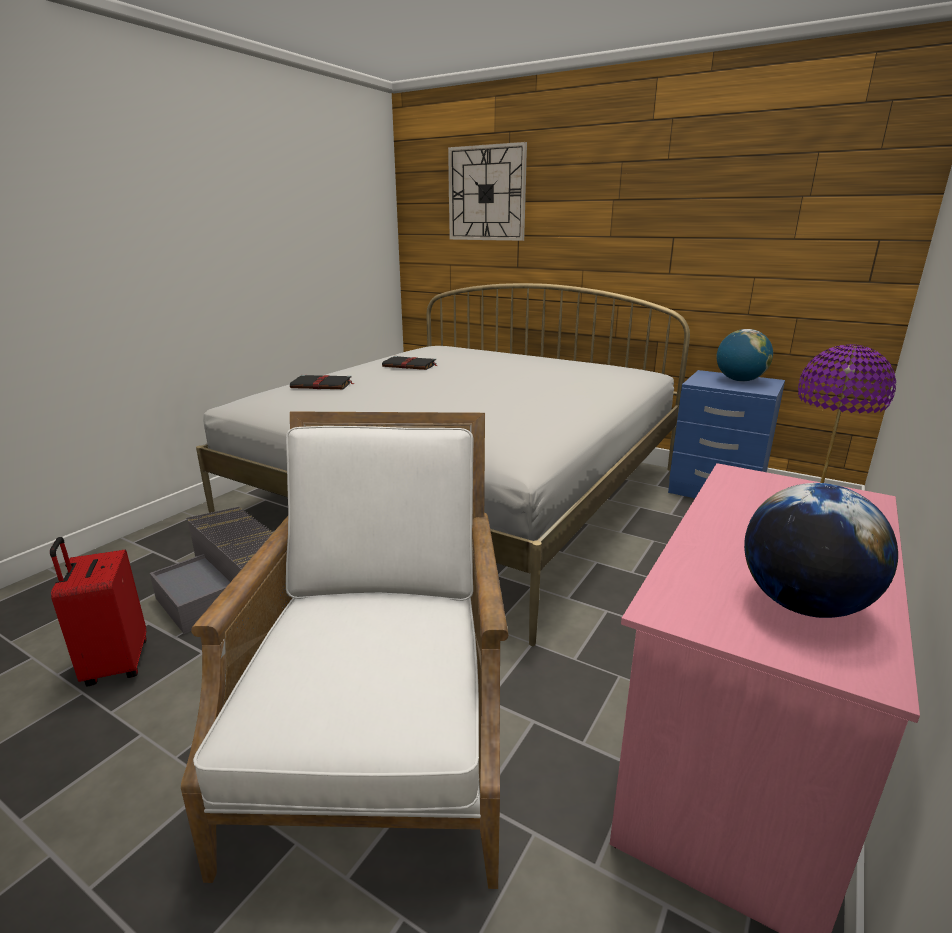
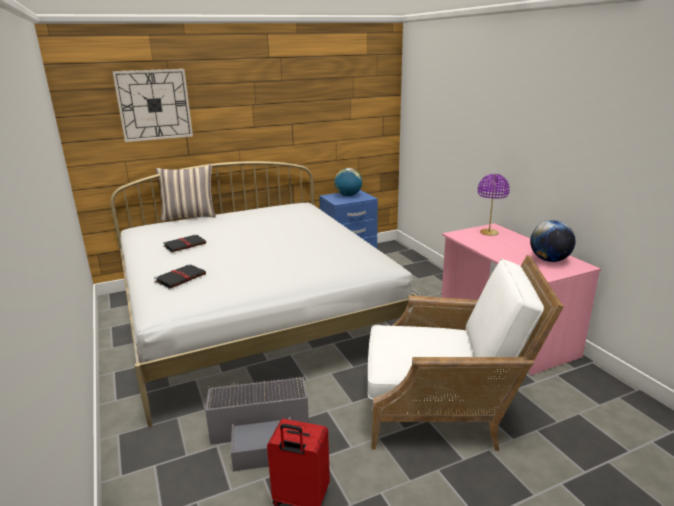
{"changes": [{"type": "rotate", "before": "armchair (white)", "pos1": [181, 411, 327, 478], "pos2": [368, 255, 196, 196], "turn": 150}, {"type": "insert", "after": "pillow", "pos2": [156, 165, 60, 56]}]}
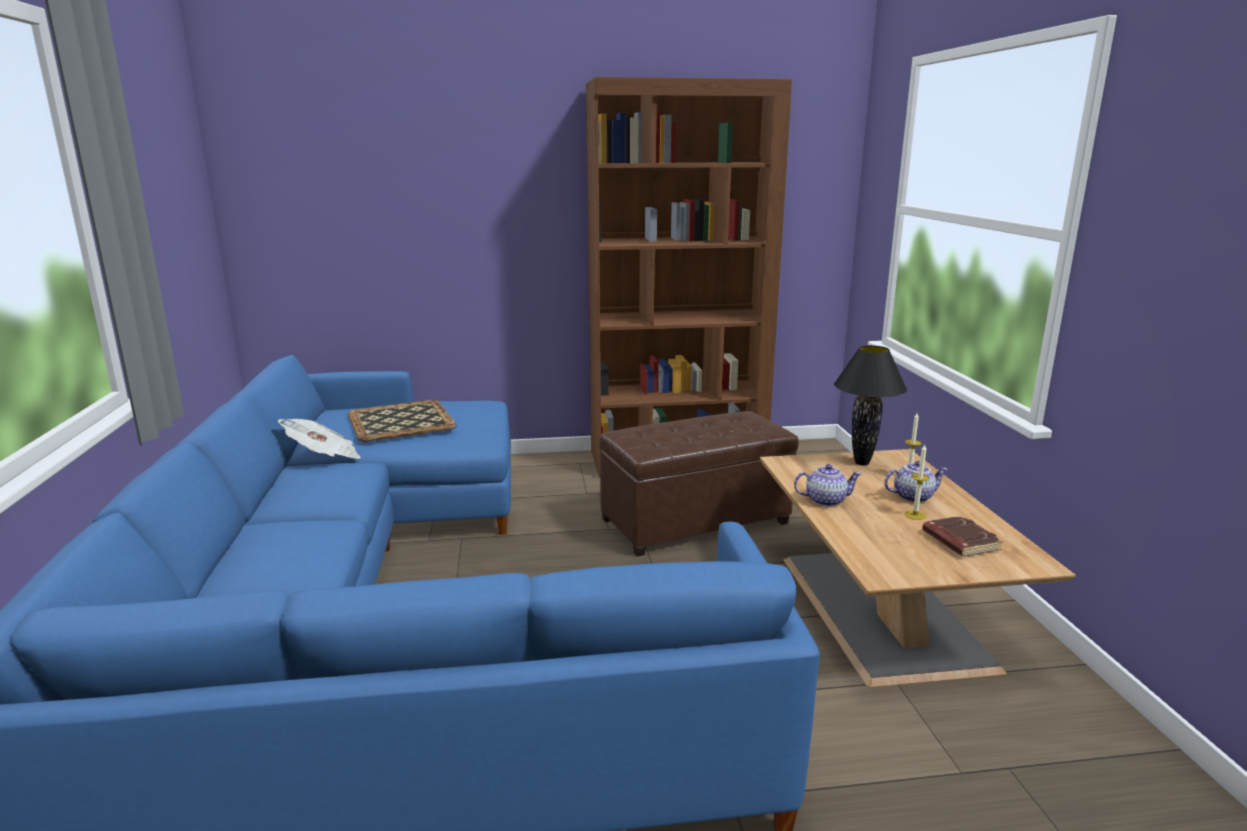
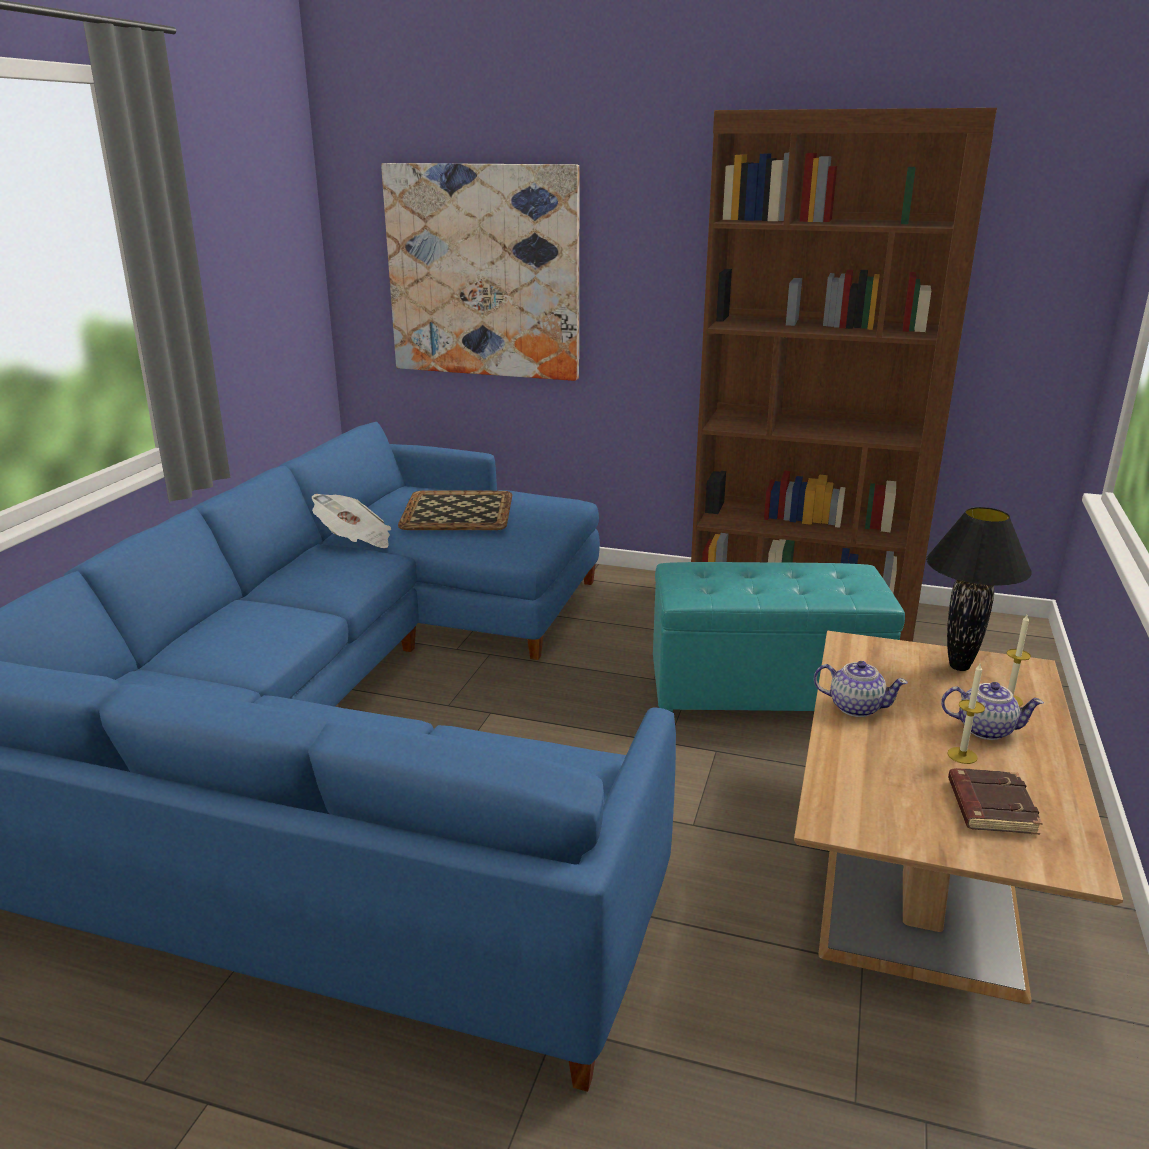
{"changes": [{"type": "recolor", "before": "ottoman (brown)", "after": "ottoman (turquoise)", "pos1": [599, 411, 200, 146], "pos2": [653, 562, 252, 150]}, {"type": "insert", "after": "picture", "pos2": [381, 163, 198, 218]}]}
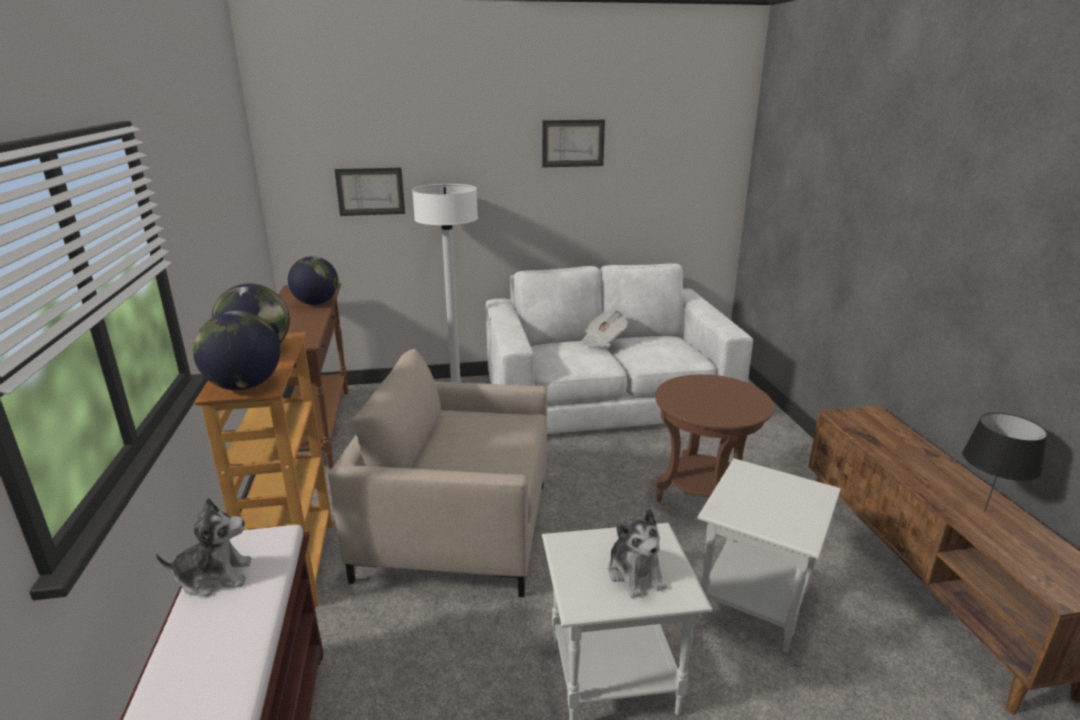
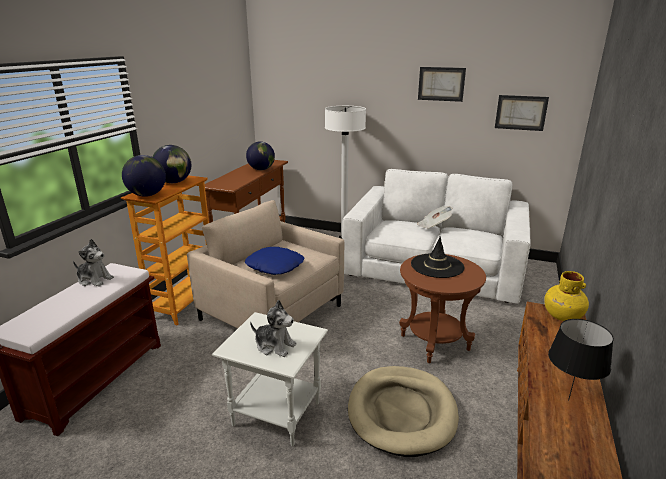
{"changes": [{"type": "move", "before": "picture", "pos1": [334, 168, 71, 48], "pos2": [495, 95, 54, 36]}, {"type": "rotate", "before": "plush toy", "pos1": [608, 508, 58, 90], "pos2": [250, 300, 47, 57], "turn": -75}, {"type": "replace", "before": "side table (white)", "after": "dog bed (beige)", "pos1": [697, 458, 144, 195], "pos2": [348, 366, 111, 91]}, {"type": "insert", "after": "pillow (blue)", "pos2": [245, 247, 59, 28]}, {"type": "insert", "after": "hat (black)", "pos2": [411, 236, 53, 42]}, {"type": "insert", "after": "vase (yellow)", "pos2": [544, 271, 45, 50]}]}
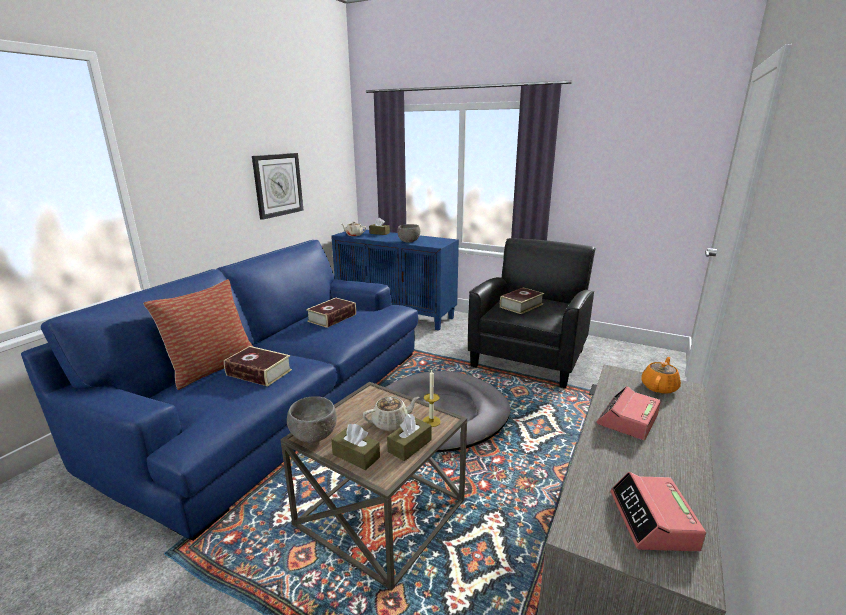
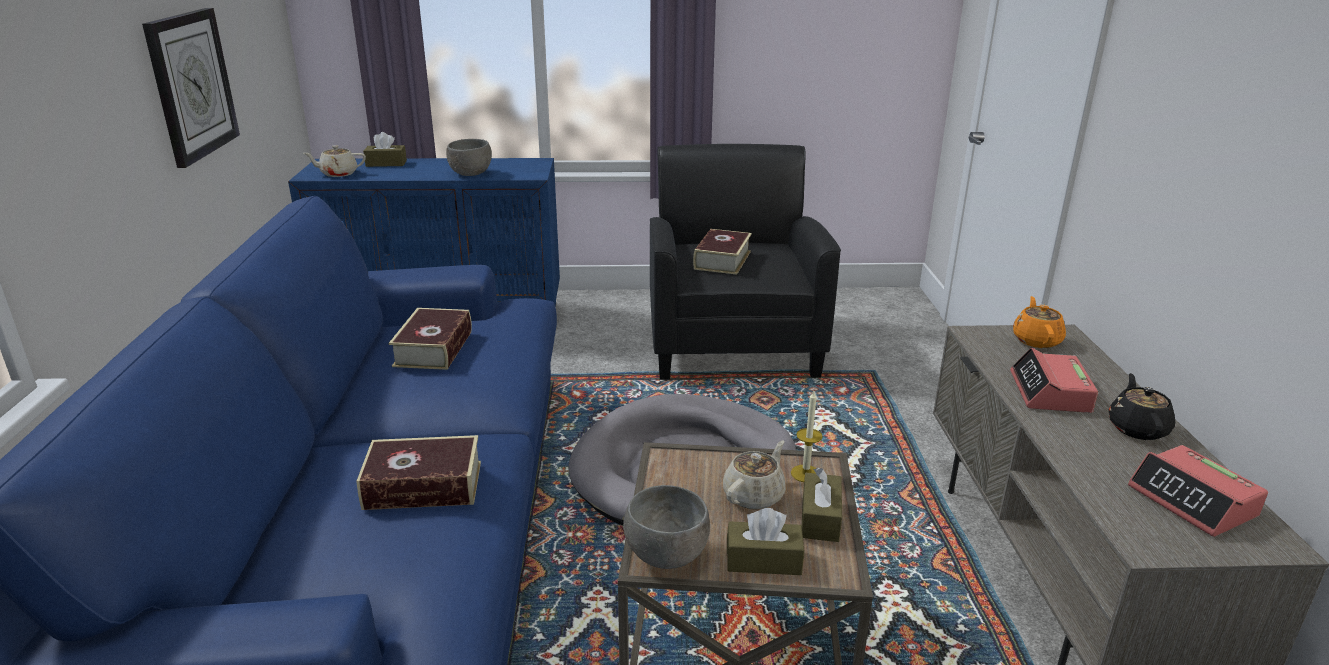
{"changes": [{"type": "delete", "before": "pillow", "pos1": [143, 279, 110, 111]}, {"type": "insert", "after": "teapot (black)", "pos2": [1109, 373, 66, 67]}]}
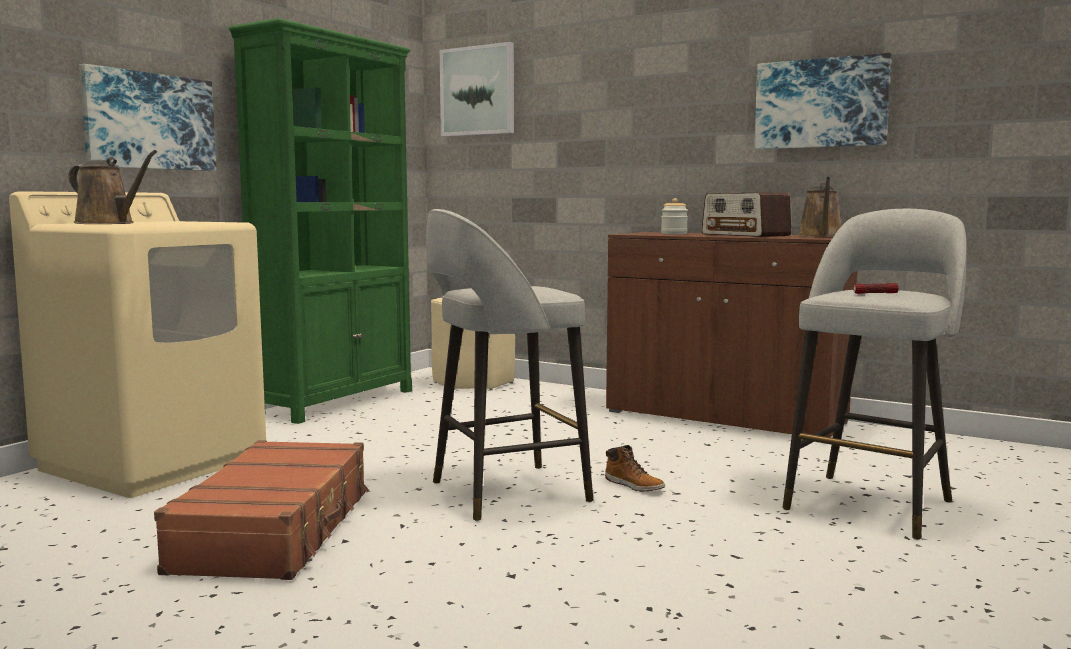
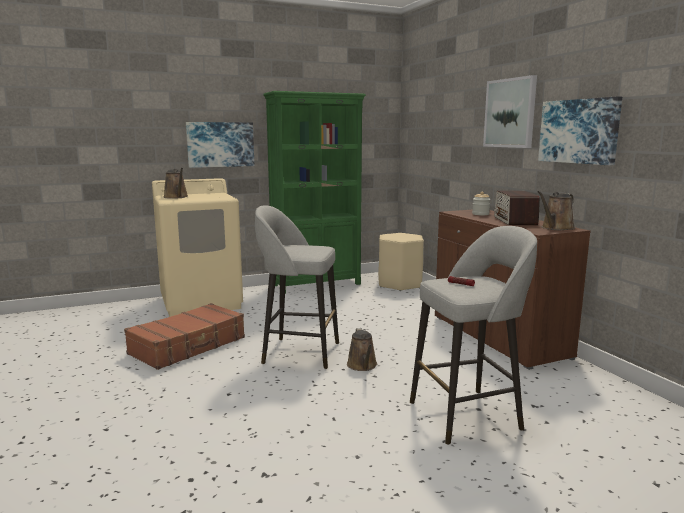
{"changes": [{"type": "move", "before": "picture", "pos1": [440, 42, 74, 95], "pos2": [483, 75, 54, 73]}, {"type": "replace", "before": "boot", "after": "watering can (brown)", "pos1": [605, 445, 60, 47], "pos2": [347, 328, 30, 43]}]}
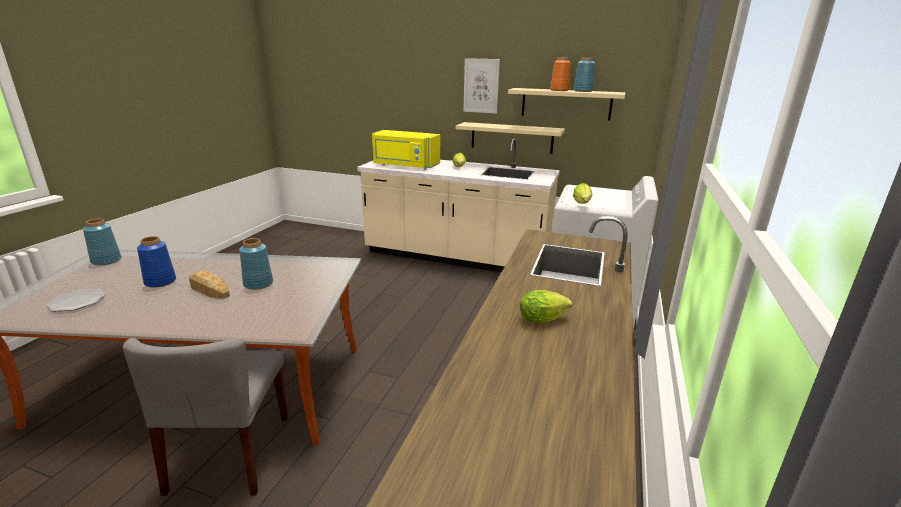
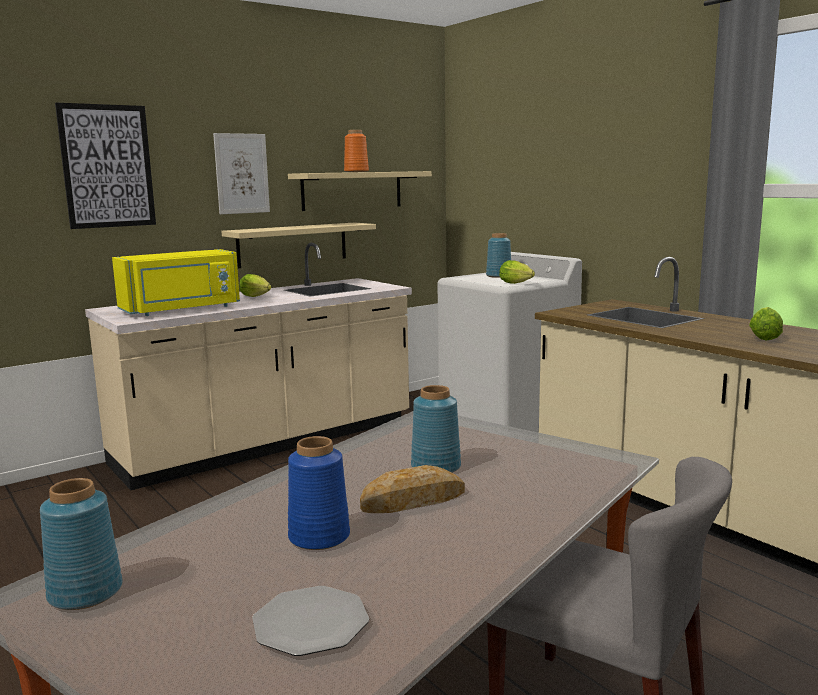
{"changes": [{"type": "move", "before": "vase (blue)", "pos1": [574, 58, 21, 34], "pos2": [486, 233, 25, 45]}, {"type": "insert", "after": "picture", "pos2": [55, 103, 101, 126]}]}
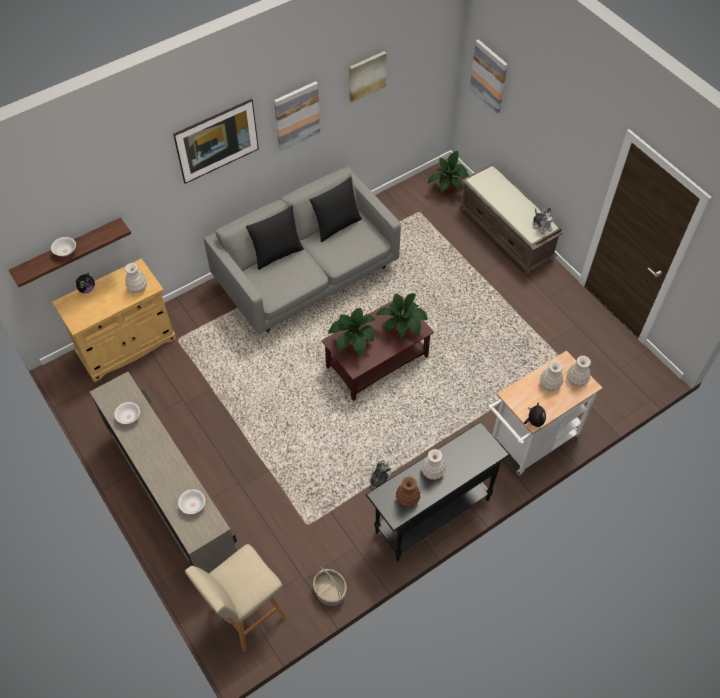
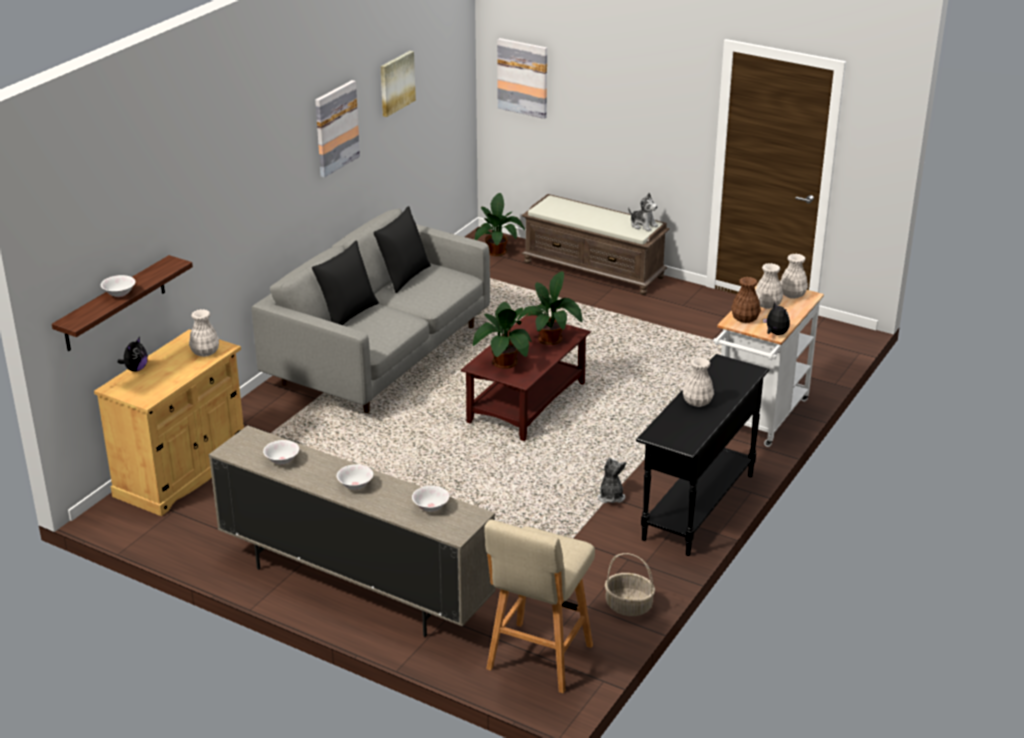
{"changes": [{"type": "delete", "before": "picture", "pos1": [173, 99, 86, 85]}, {"type": "move", "before": "vase (brown)", "pos1": [396, 476, 24, 31], "pos2": [731, 277, 30, 46]}, {"type": "insert", "after": "bowl (white)", "pos2": [337, 464, 36, 26]}]}
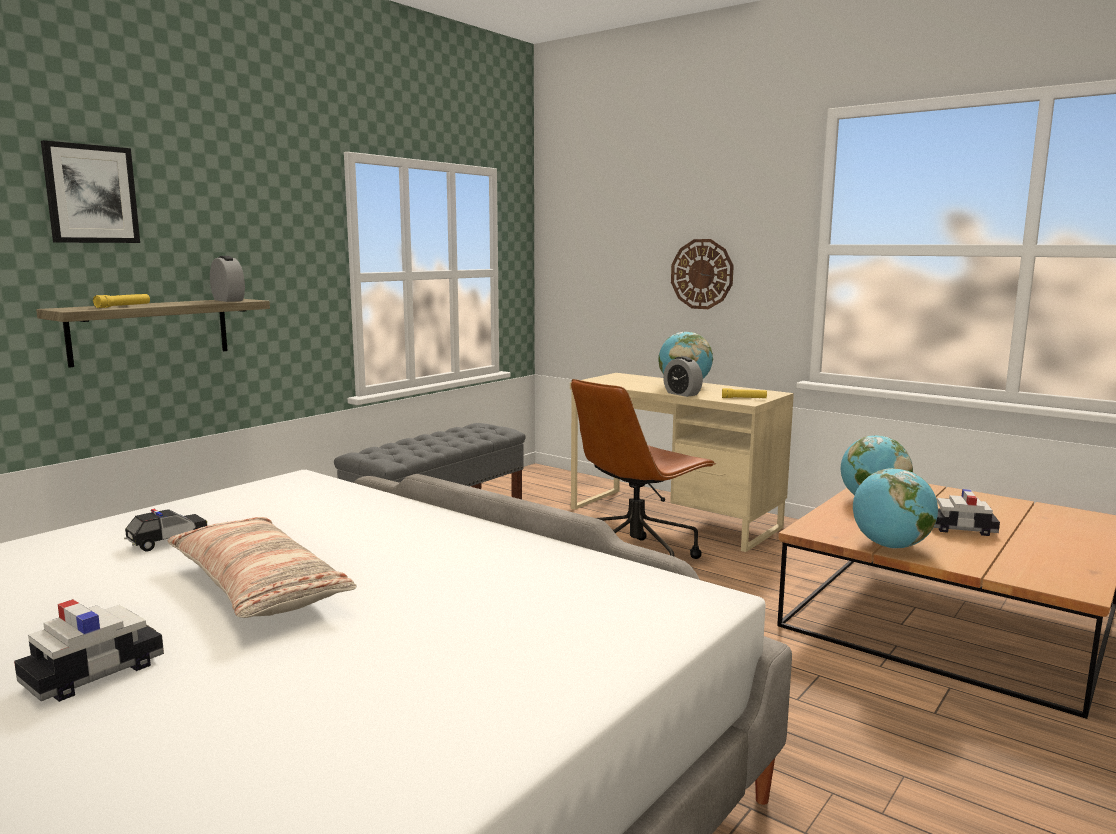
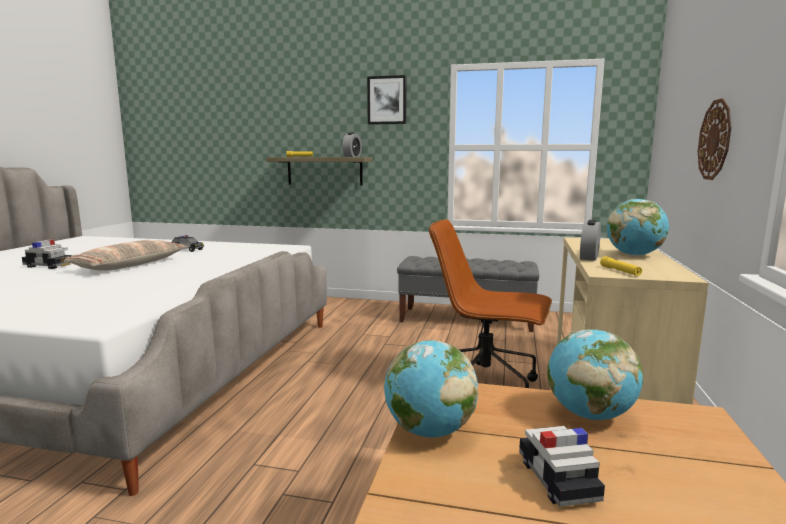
{"changes": [{"type": "move", "before": "picture", "pos1": [41, 140, 99, 103], "pos2": [367, 75, 40, 50]}]}
